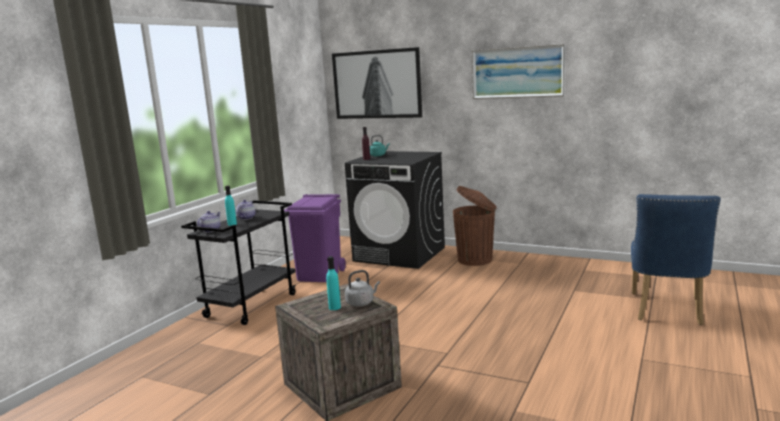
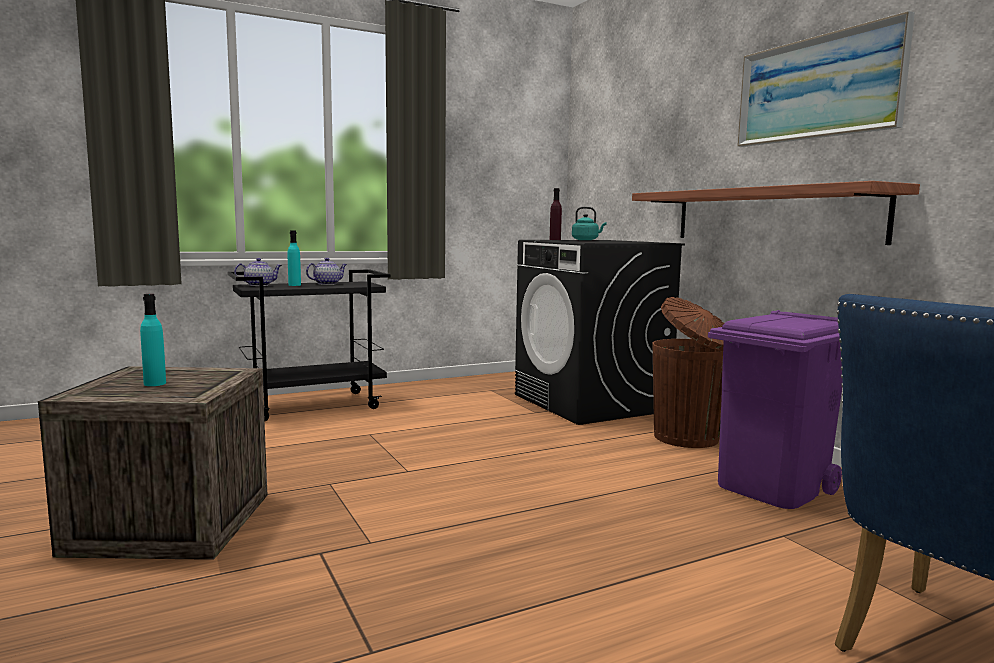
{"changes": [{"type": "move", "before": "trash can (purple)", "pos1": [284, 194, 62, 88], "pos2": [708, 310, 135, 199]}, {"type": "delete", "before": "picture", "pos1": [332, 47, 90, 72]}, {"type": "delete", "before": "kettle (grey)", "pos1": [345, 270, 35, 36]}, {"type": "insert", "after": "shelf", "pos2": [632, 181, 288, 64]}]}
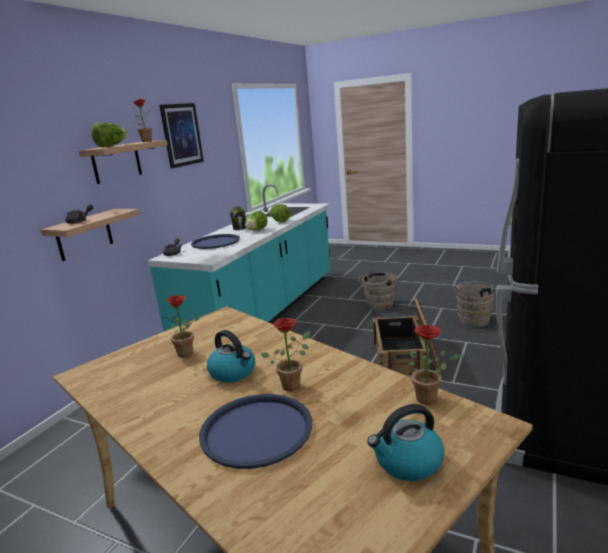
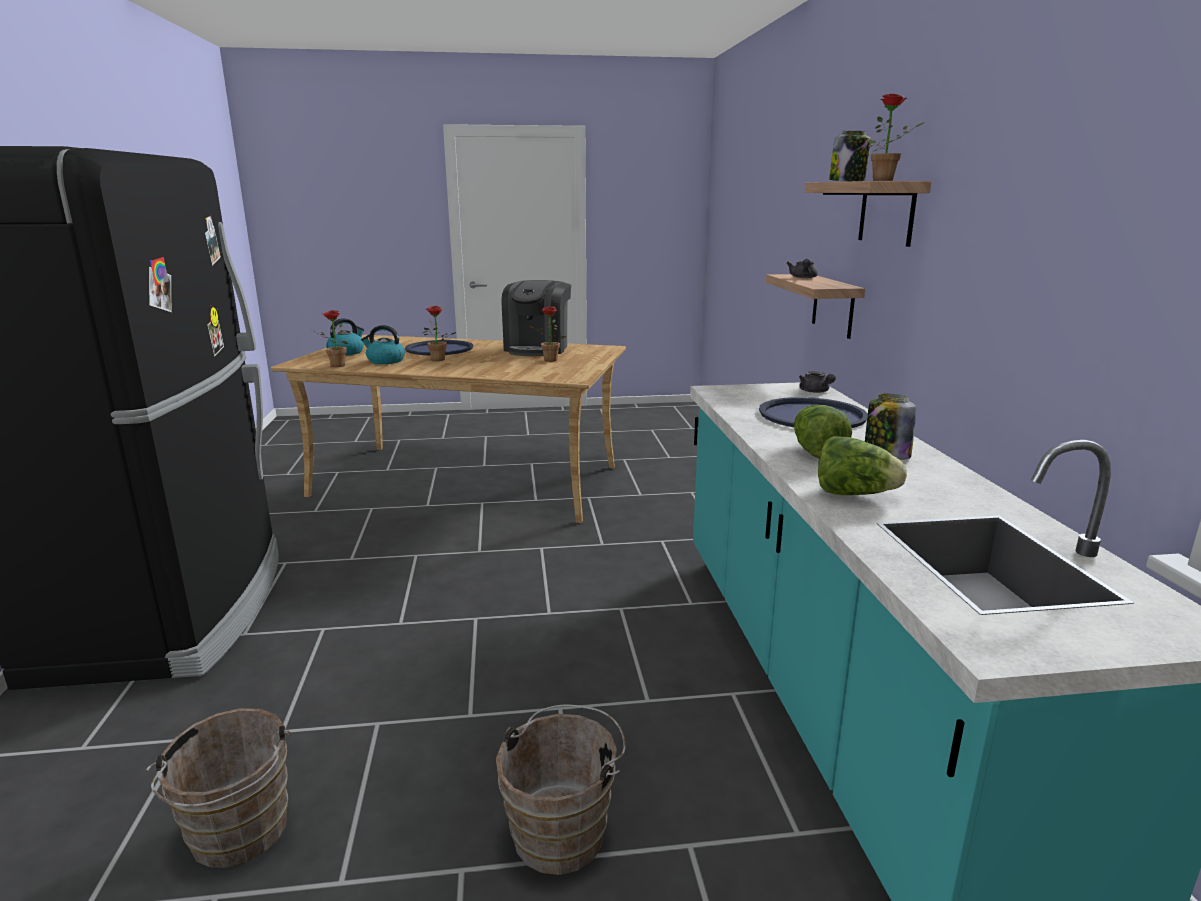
{"changes": [{"type": "replace", "before": "lettuce", "after": "jar", "pos1": [91, 122, 36, 25], "pos2": [829, 131, 42, 50]}, {"type": "delete", "before": "picture", "pos1": [159, 103, 45, 65]}, {"type": "move", "before": "kettle", "pos1": [207, 330, 48, 53], "pos2": [361, 325, 44, 39]}, {"type": "delete", "before": "crate", "pos1": [372, 298, 71, 78]}, {"type": "insert", "after": "coffee machine", "pos2": [502, 280, 69, 76]}]}
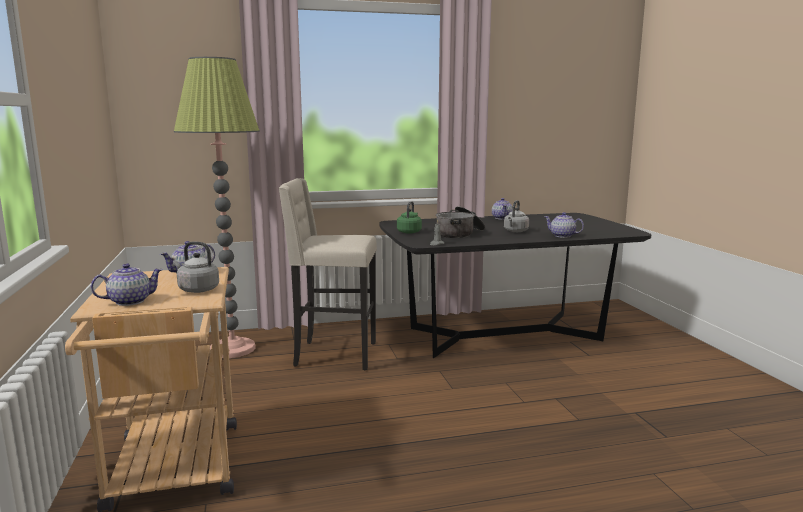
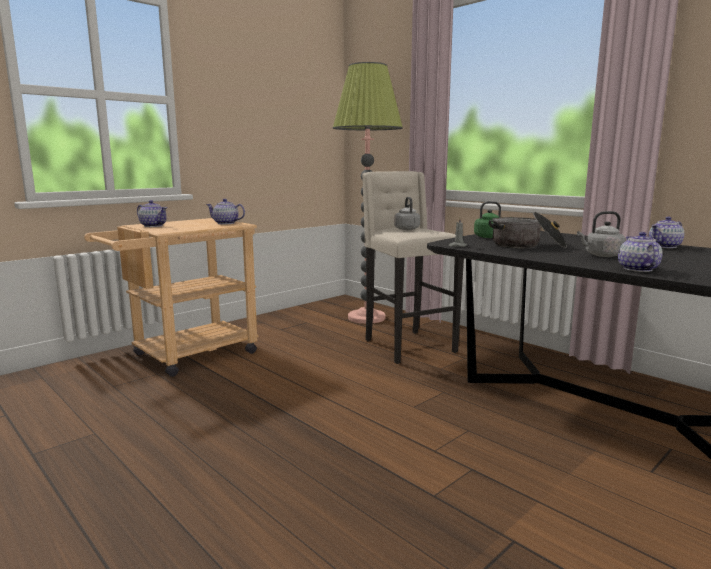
{"changes": [{"type": "move", "before": "kettle (grey)", "pos1": [173, 242, 46, 51], "pos2": [394, 197, 26, 33]}]}
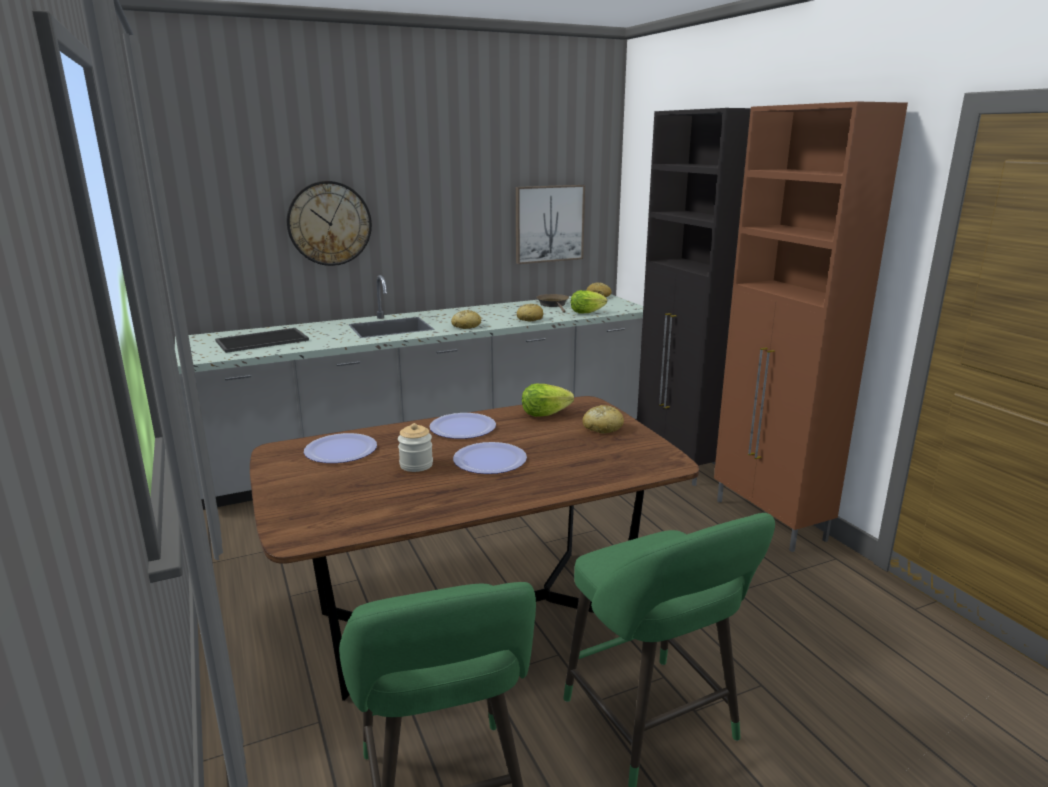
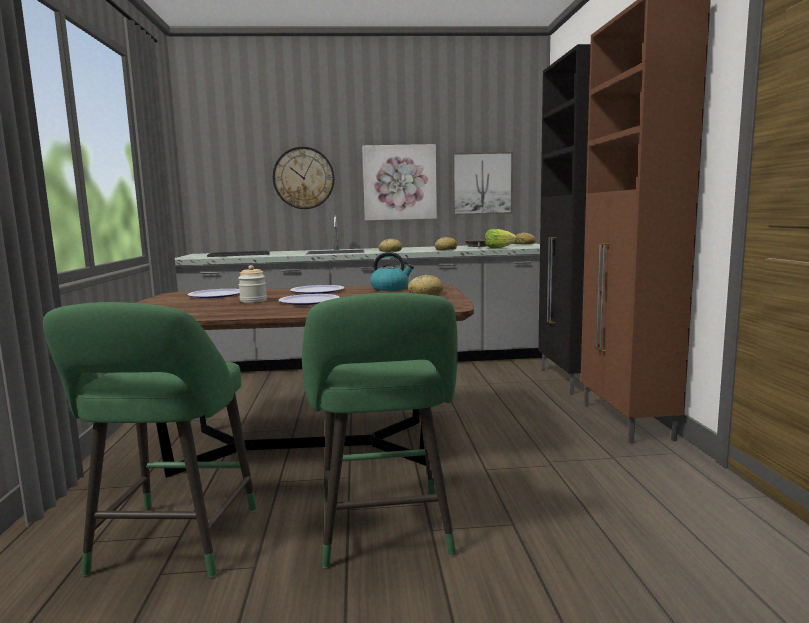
{"changes": [{"type": "replace", "before": "lettuce", "after": "kettle", "pos1": [522, 384, 52, 33], "pos2": [370, 252, 44, 39]}, {"type": "insert", "after": "picture", "pos2": [362, 144, 75, 77]}]}
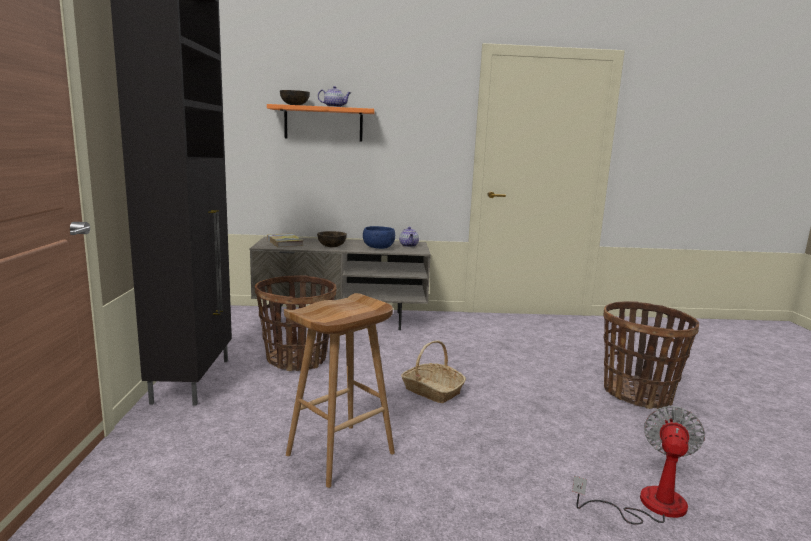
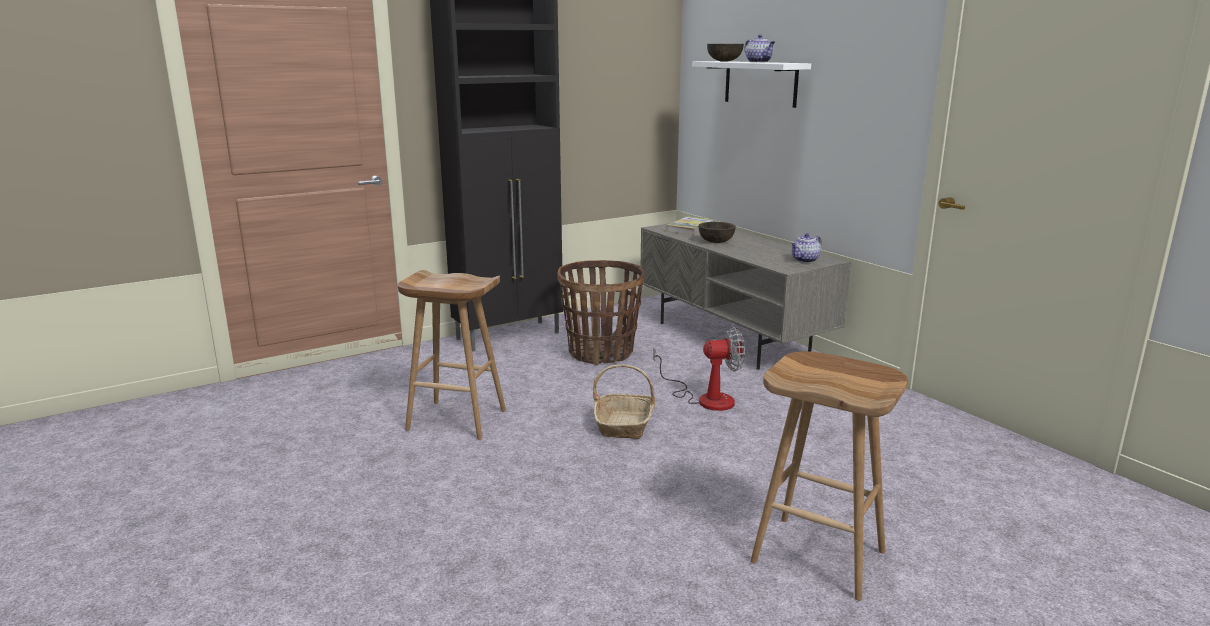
{"changes": [{"type": "recolor", "before": "shelf (orange)", "after": "shelf (white)", "pos1": [267, 104, 108, 38], "pos2": [692, 61, 119, 47]}, {"type": "delete", "before": "bowl (blue)", "pos1": [363, 226, 32, 23]}, {"type": "move", "before": "fan", "pos1": [572, 406, 133, 119], "pos2": [653, 327, 92, 84]}, {"type": "replace", "before": "basket", "after": "stool (brown)", "pos1": [604, 301, 95, 108], "pos2": [750, 351, 158, 250]}]}
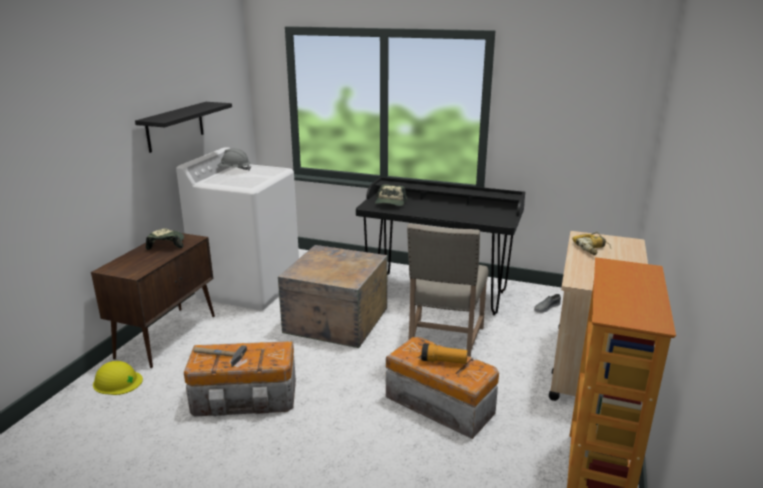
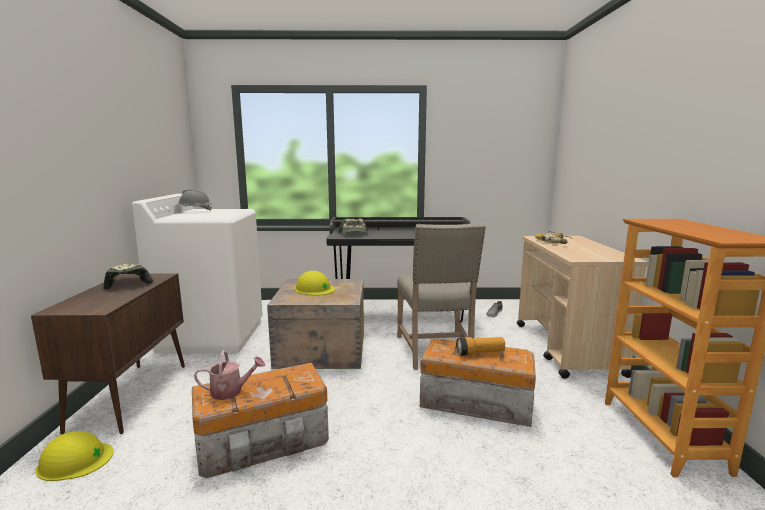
{"changes": [{"type": "delete", "before": "shelf (black)", "pos1": [135, 102, 97, 51]}, {"type": "replace", "before": "hammer", "after": "watering can", "pos1": [193, 345, 54, 22], "pos2": [194, 350, 71, 50]}, {"type": "insert", "after": "hard hat (yellow)", "pos2": [295, 271, 40, 25]}]}
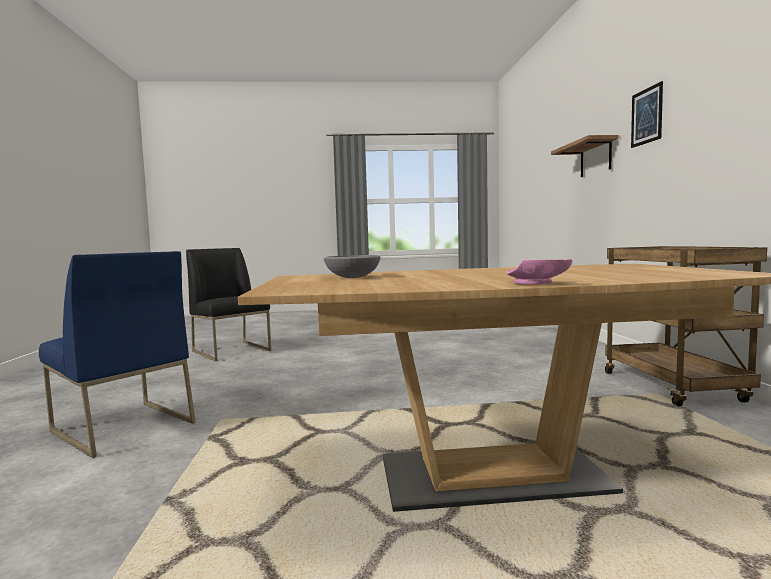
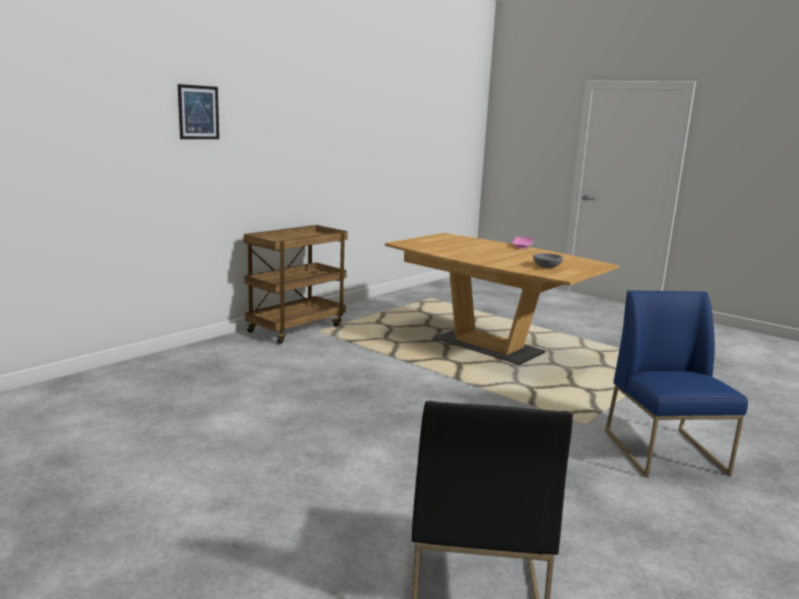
{"changes": [{"type": "delete", "before": "shelf", "pos1": [551, 135, 67, 42]}]}
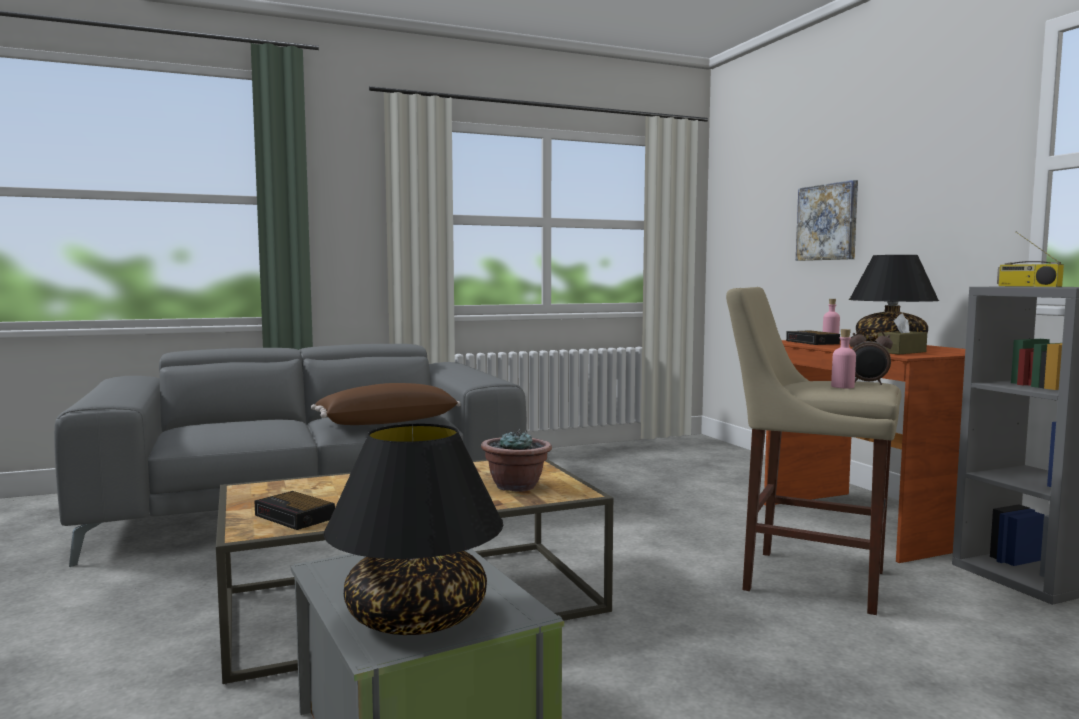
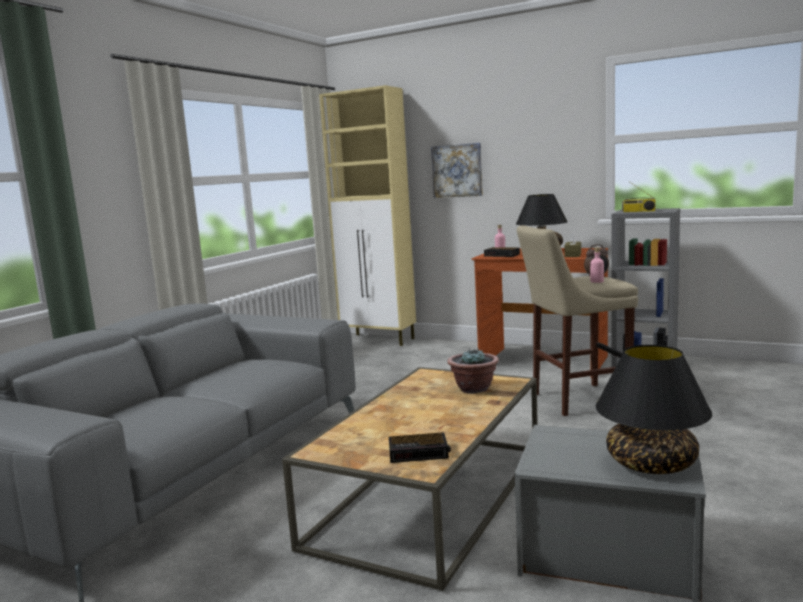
{"changes": [{"type": "delete", "before": "pillow (brown)", "pos1": [311, 383, 149, 42]}, {"type": "insert", "after": "cabinet (beige)", "pos2": [319, 85, 97, 261]}]}
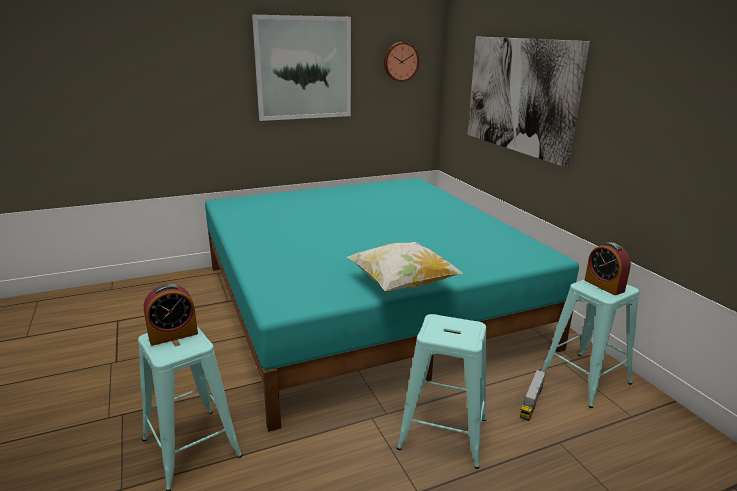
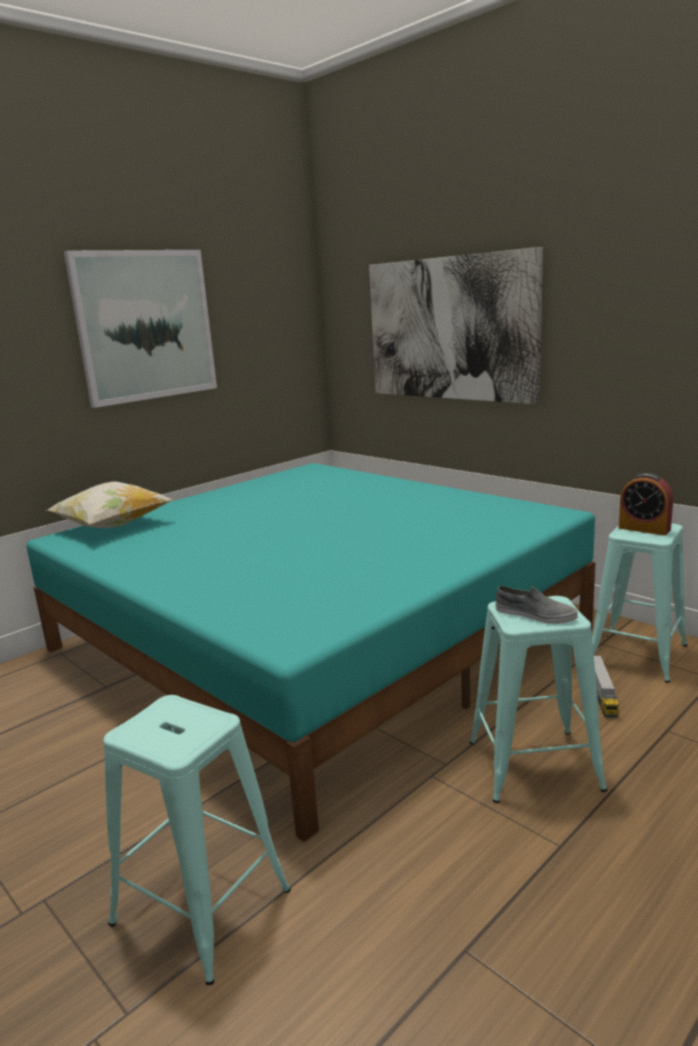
{"changes": [{"type": "delete", "before": "alarm clock", "pos1": [144, 284, 54, 62]}, {"type": "move", "before": "pillow", "pos1": [347, 242, 116, 49], "pos2": [46, 482, 126, 46]}, {"type": "delete", "before": "wall clock", "pos1": [384, 42, 35, 40]}, {"type": "insert", "after": "shoe (grey)", "pos2": [496, 586, 81, 38]}]}
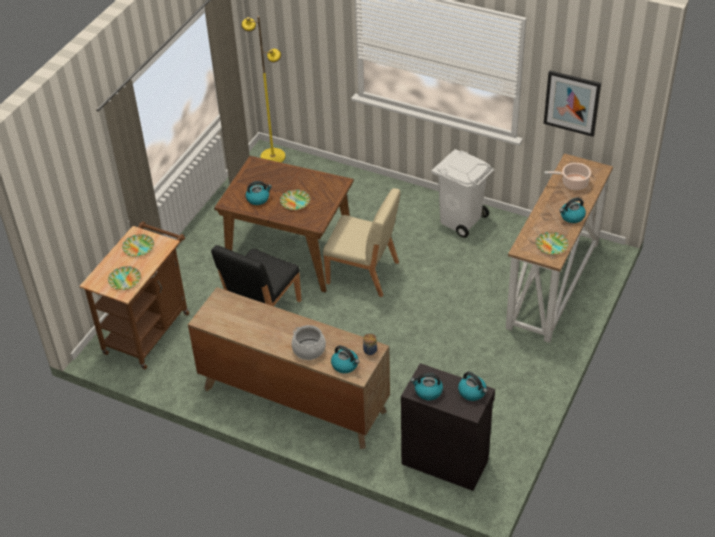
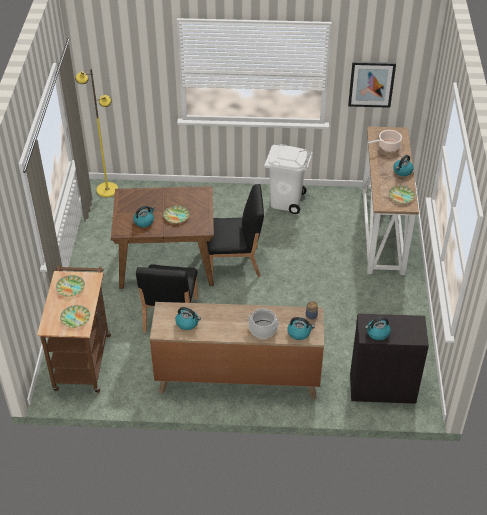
{"changes": [{"type": "recolor", "before": "chair (beige)", "after": "chair (black)", "pos1": [323, 188, 78, 109], "pos2": [207, 184, 57, 93]}, {"type": "move", "before": "kettle", "pos1": [458, 372, 29, 29], "pos2": [175, 307, 26, 23]}]}
